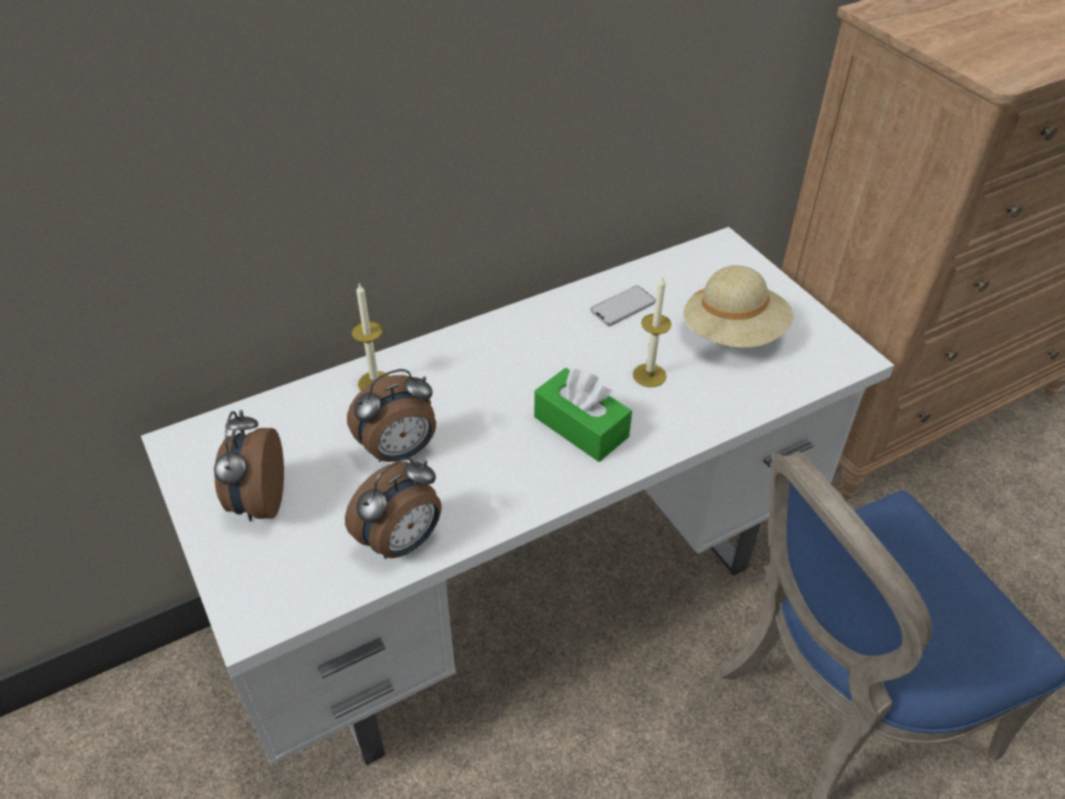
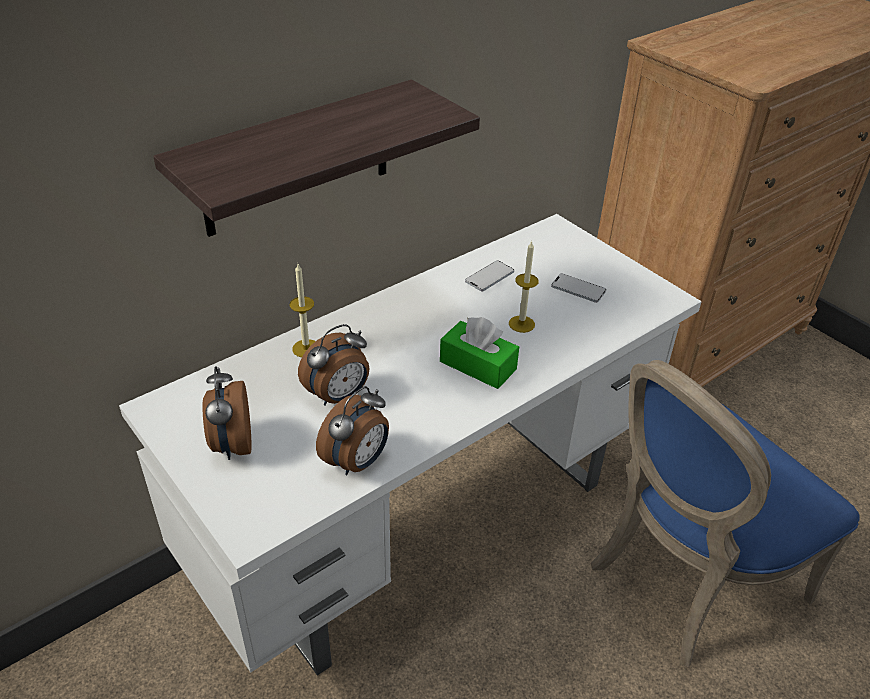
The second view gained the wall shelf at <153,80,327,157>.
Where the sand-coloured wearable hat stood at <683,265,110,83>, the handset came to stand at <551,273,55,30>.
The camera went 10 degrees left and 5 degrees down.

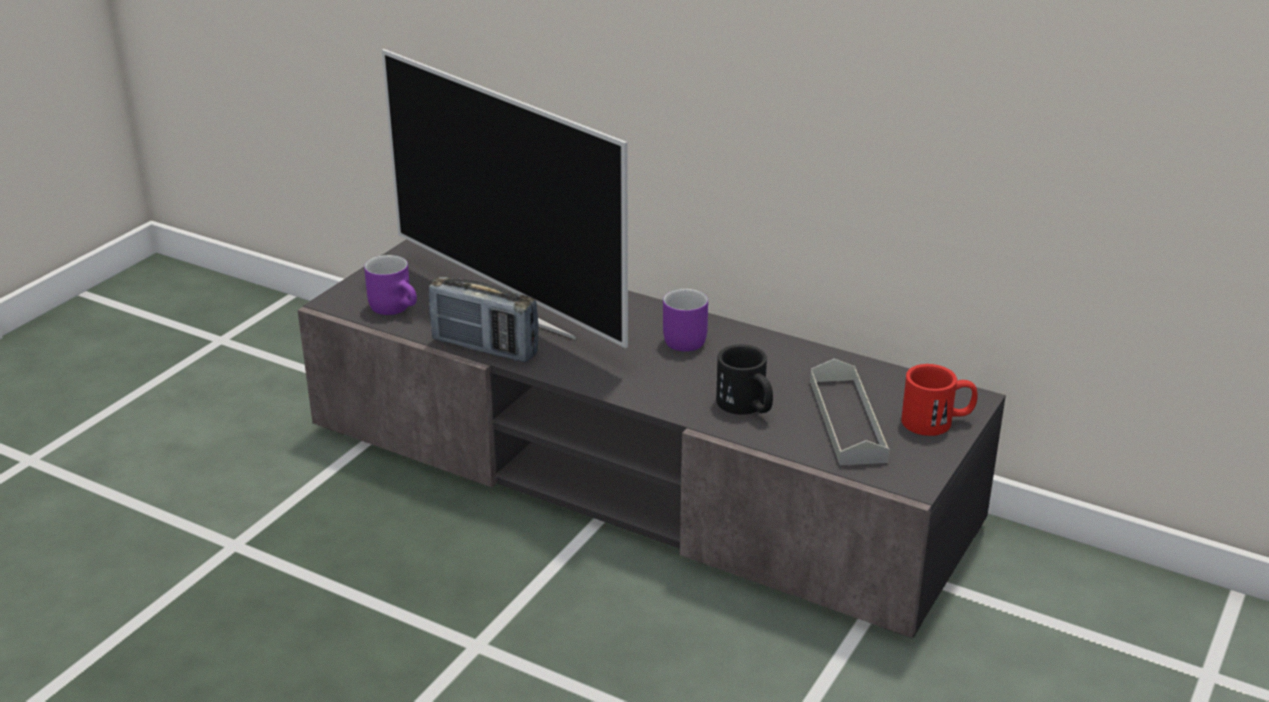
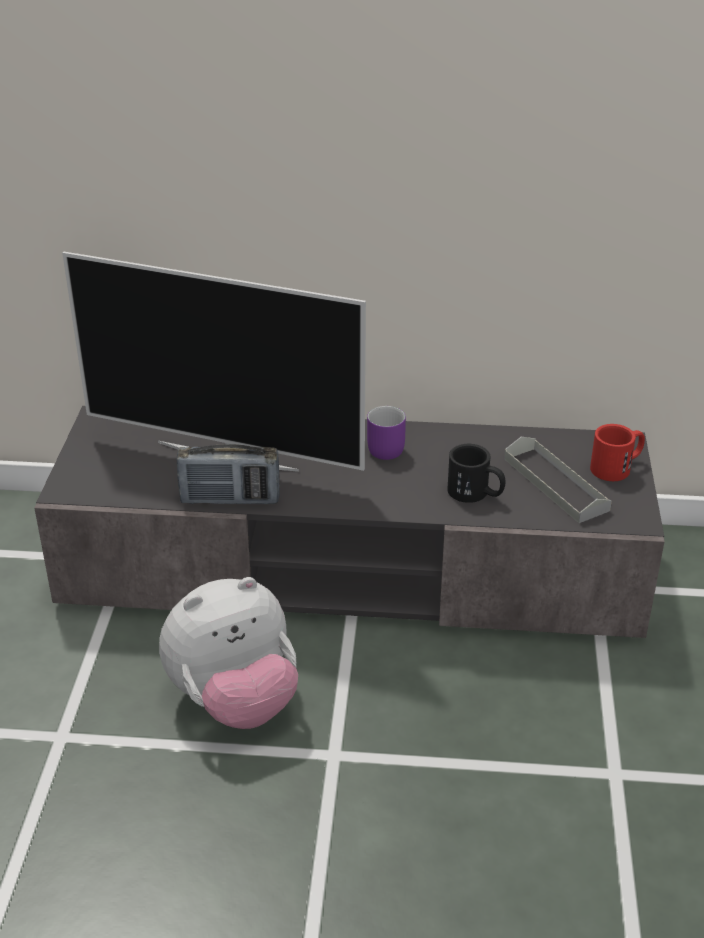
The second view lost the purple-coloured tea mug at <364,255,53,60>.
The second view gained the cuddly toy at <159,577,139,152>.
The camera went 25 degrees left and 5 degrees up.

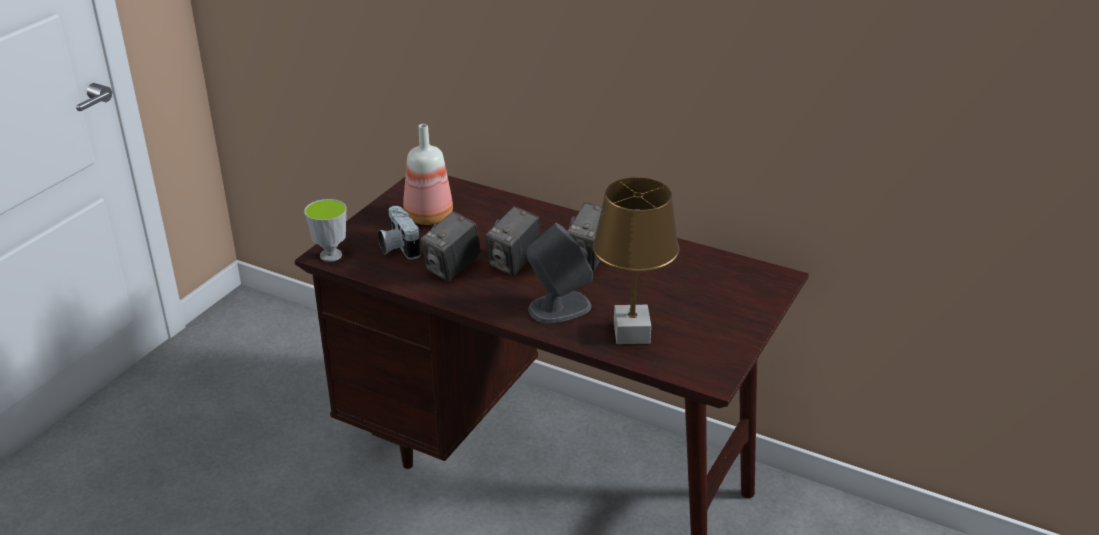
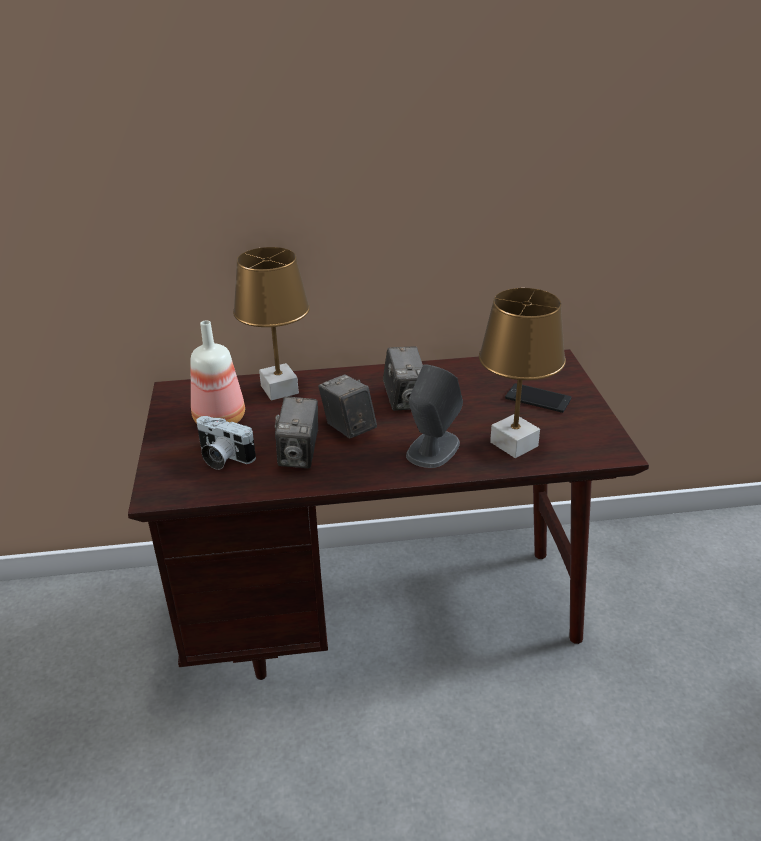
The second view lost the small cup at <304,199,42,63>.
The second view gained the brown-coloured lamp for a table at <233,247,77,154>.
The second view gained the handset at <505,383,66,30>.
The photo camera at <486,206,55,70> ended up facing another way, 150 degrees clockwise from before.
The camera went 35 degrees left and 0 degrees up.

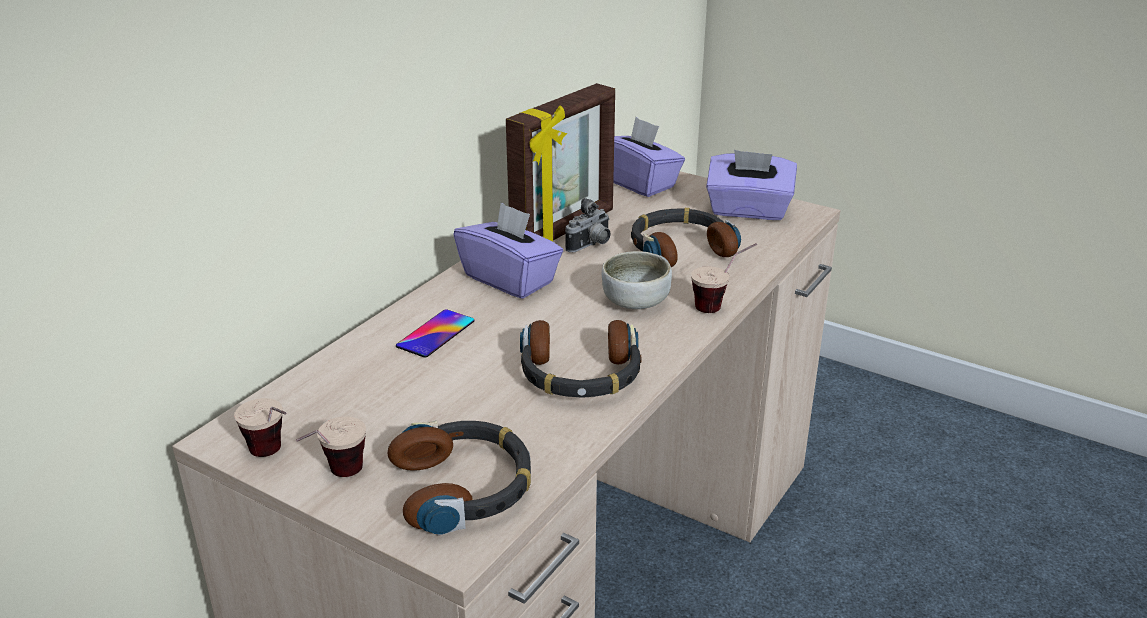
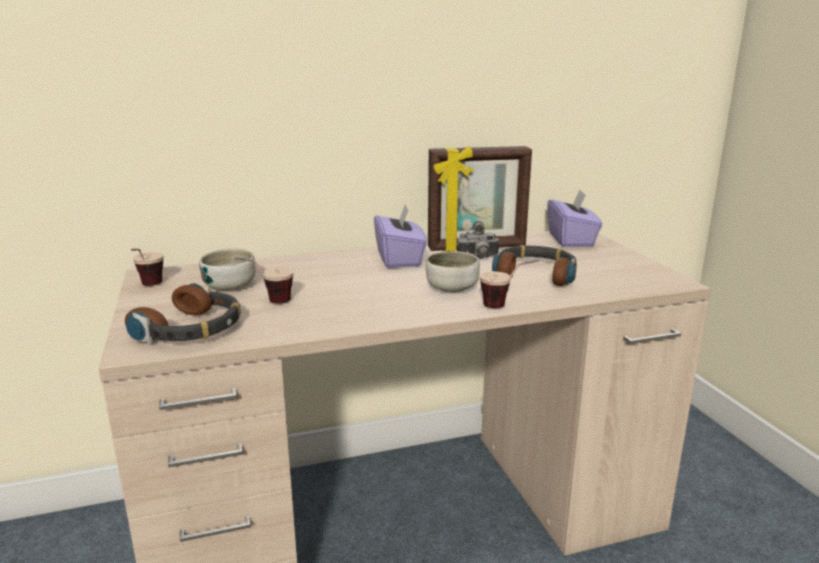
The second view lost the handset at <396,309,79,49>.
The second view lost the headset at <520,320,121,78>.
The second view lost the purple-coloured box of tissues at <706,150,91,70>.
The second view gained the deep dish at <199,248,57,43>.
The small cup ended up elsewhere, having gone from <296,417,70,60> to <234,257,60,47>.
The camera went 40 degrees right and 10 degrees down.

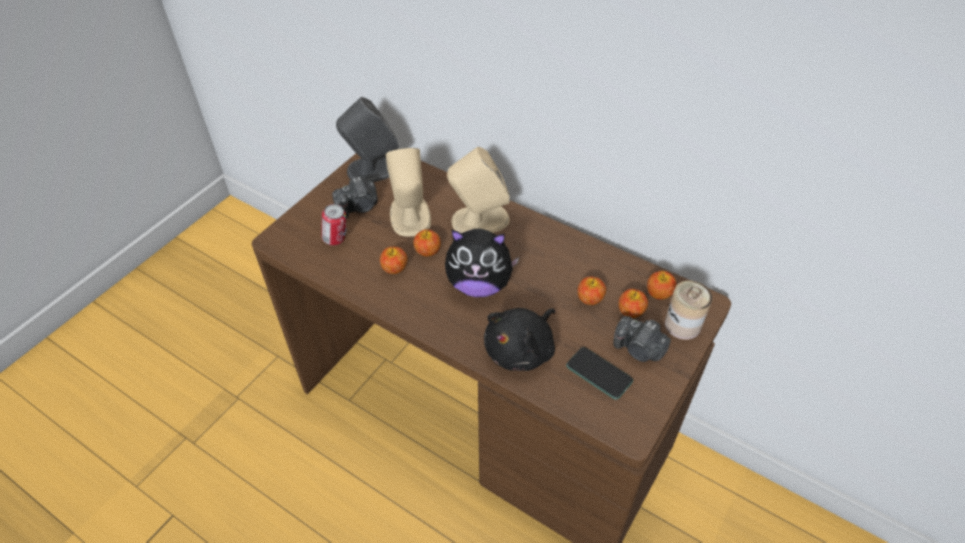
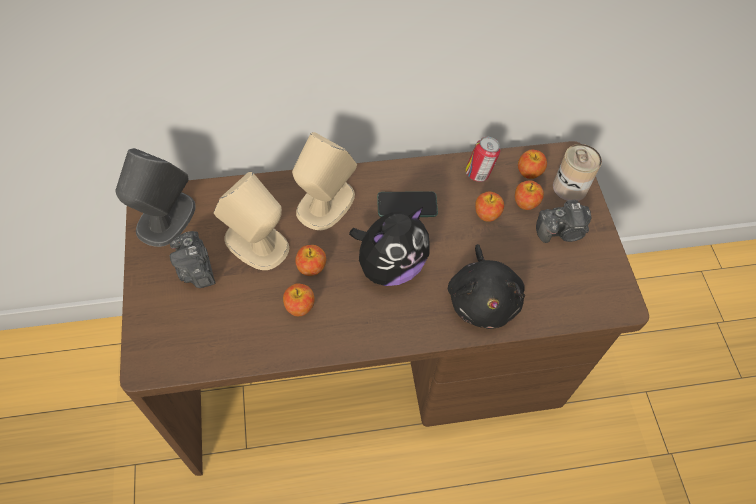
The can ended up elsewhere, having gone from <321,204,26,41> to <465,137,36,45>.
The handset ended up elsewhere, having gone from <566,347,67,53> to <377,191,61,26>.
The photo camera at <332,177,46,41> ended up facing another way, 135 degrees clockwise from before.
The camera went 45 degrees left and 10 degrees up.

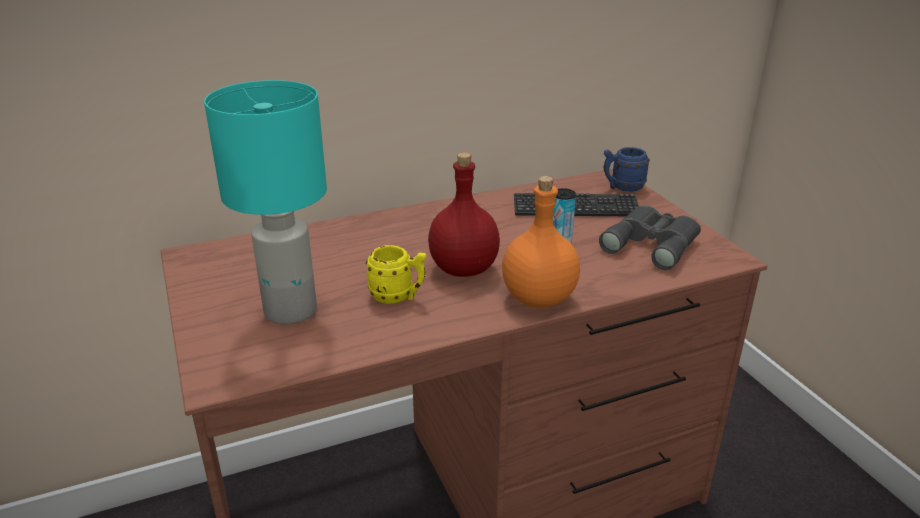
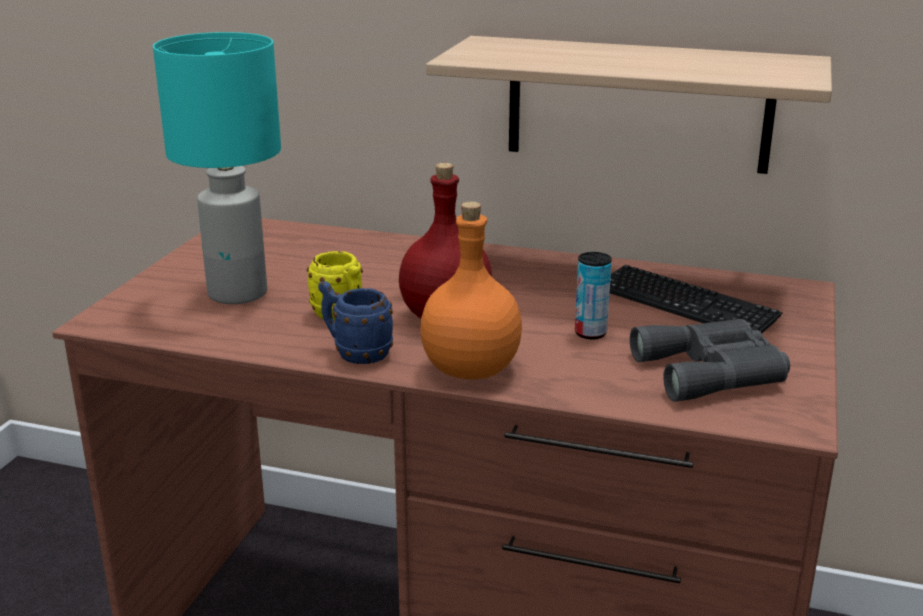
The second view gained the wall shelf at <426,36,406,138>.
The blue-coloured tea mug ended up elsewhere, having gone from <604,147,46,45> to <318,281,75,83>.
The camera went 40 degrees right and 5 degrees down.

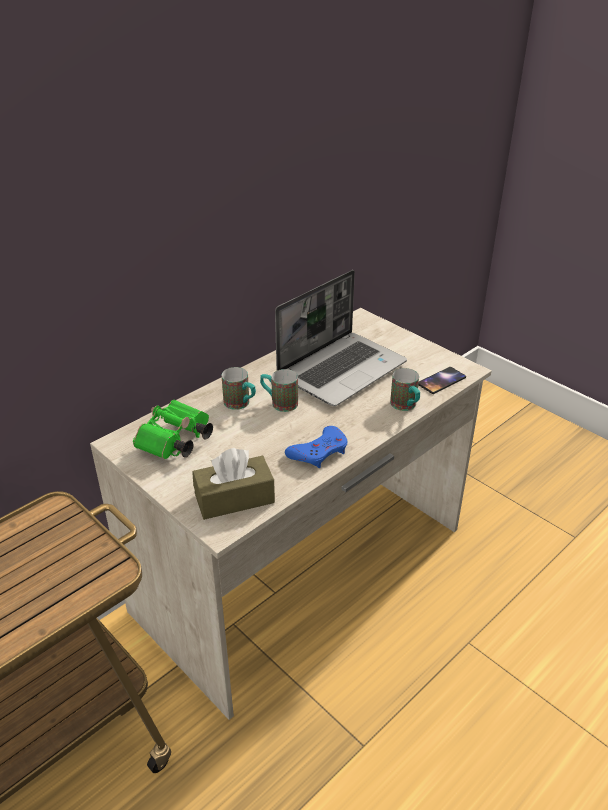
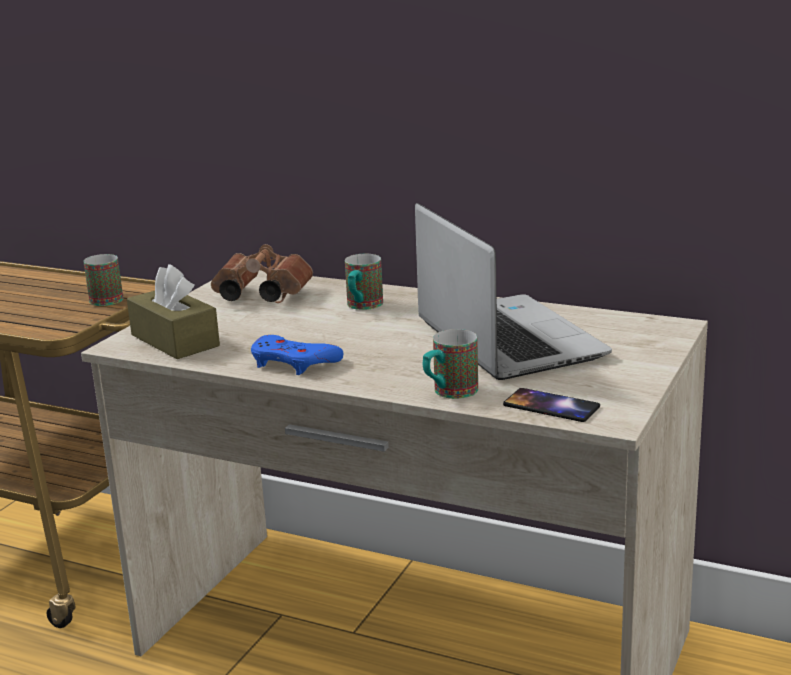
The tea mug ended up elsewhere, having gone from <260,369,38,43> to <84,254,39,52>.
What was the green binoculars at <133,400,80,59> turned into the brown-coloured binoculars at <211,244,102,59>.
The notebook computer at <275,270,132,136> ended up facing another way, 135 degrees counterclockwise from before.
The camera went 70 degrees right and 15 degrees down.

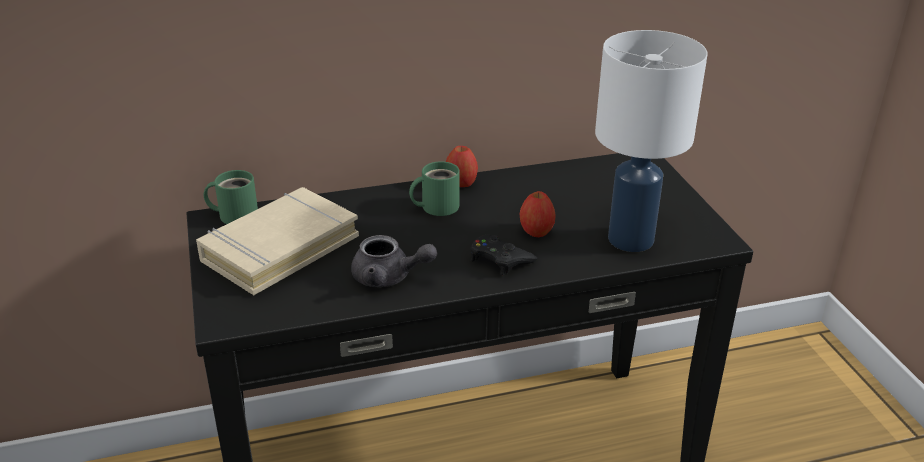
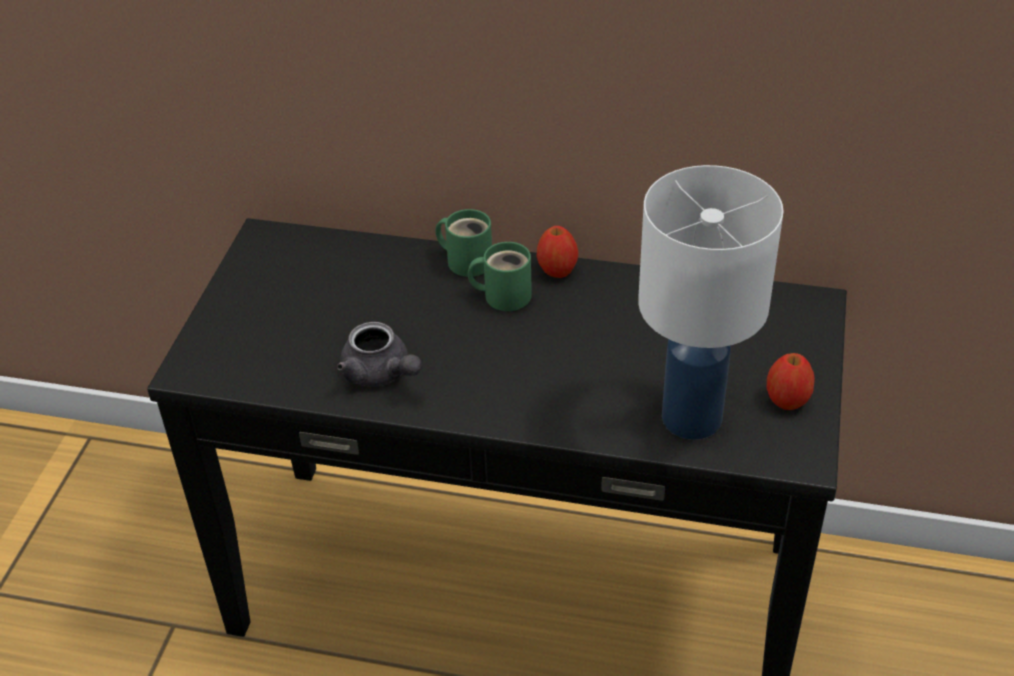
The second view lost the sand-coloured volume at <196,187,163,108>.
The second view lost the black gamepad at <470,235,67,40>.
The green tea mug ended up elsewhere, having gone from <204,170,54,54> to <435,209,57,68>.
The apple ended up elsewhere, having gone from <520,191,36,46> to <767,353,48,57>.
The camera went 30 degrees right and 10 degrees up.

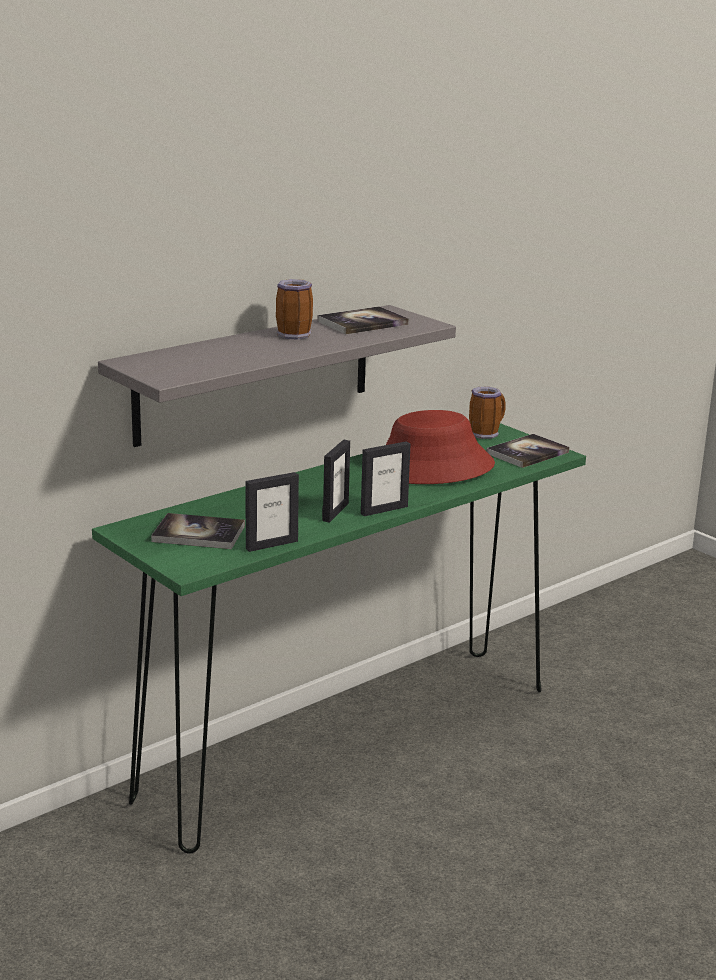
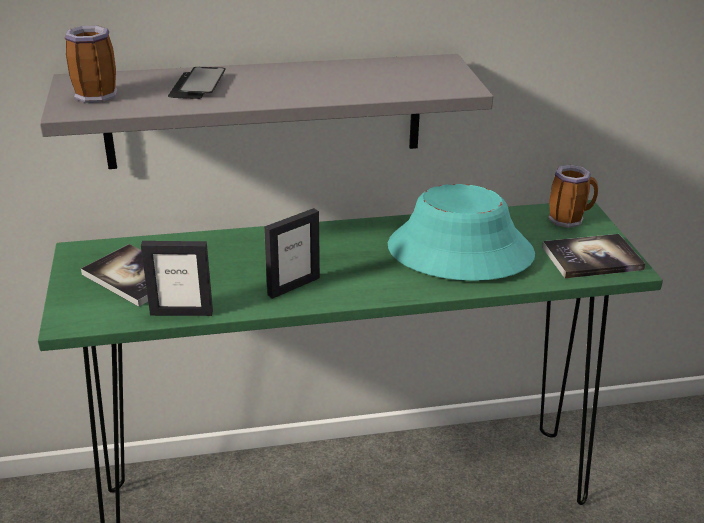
The second view lost the volume at <317,306,92,28>.
The second view lost the picture frame at <361,441,50,75>.
The second view gained the handset at <168,67,58,32>.
The tea mug ended up elsewhere, having gone from <276,279,37,61> to <65,25,52,78>.
What was the red wearable hat at <386,410,109,74> turned into the blue-green wearable hat at <388,184,147,97>.
The camera went 30 degrees right and 10 degrees up.

